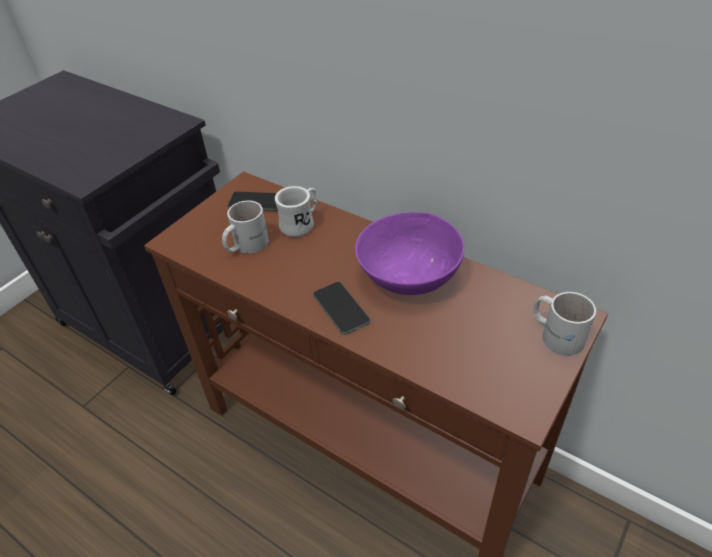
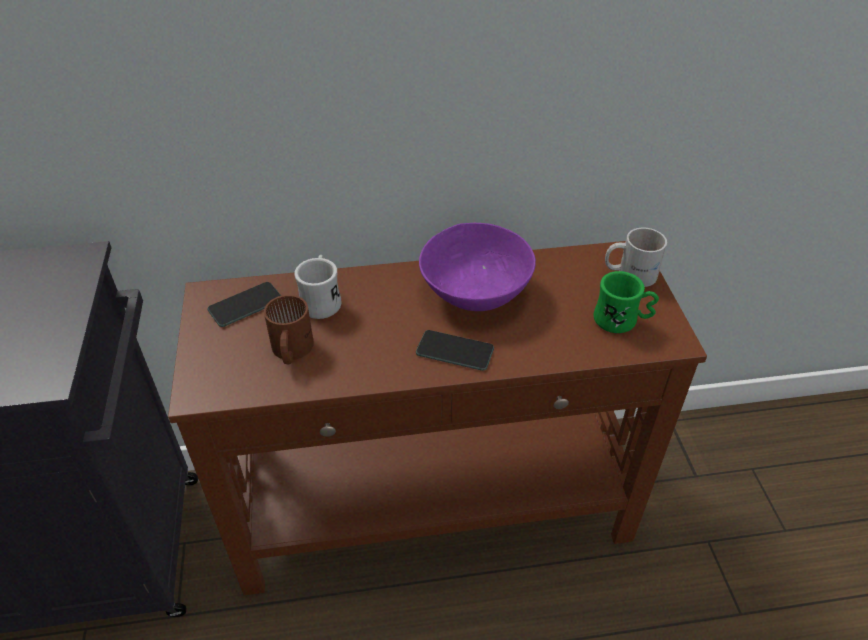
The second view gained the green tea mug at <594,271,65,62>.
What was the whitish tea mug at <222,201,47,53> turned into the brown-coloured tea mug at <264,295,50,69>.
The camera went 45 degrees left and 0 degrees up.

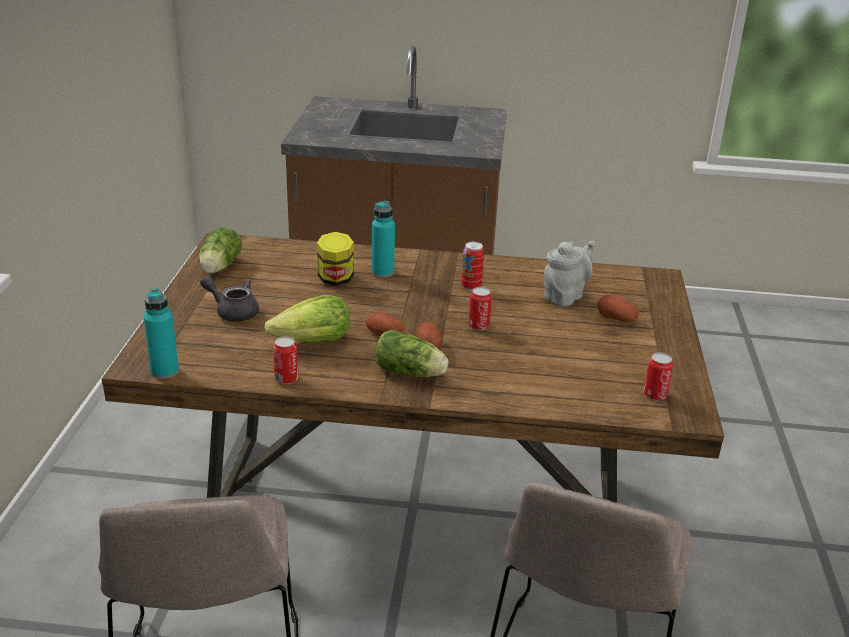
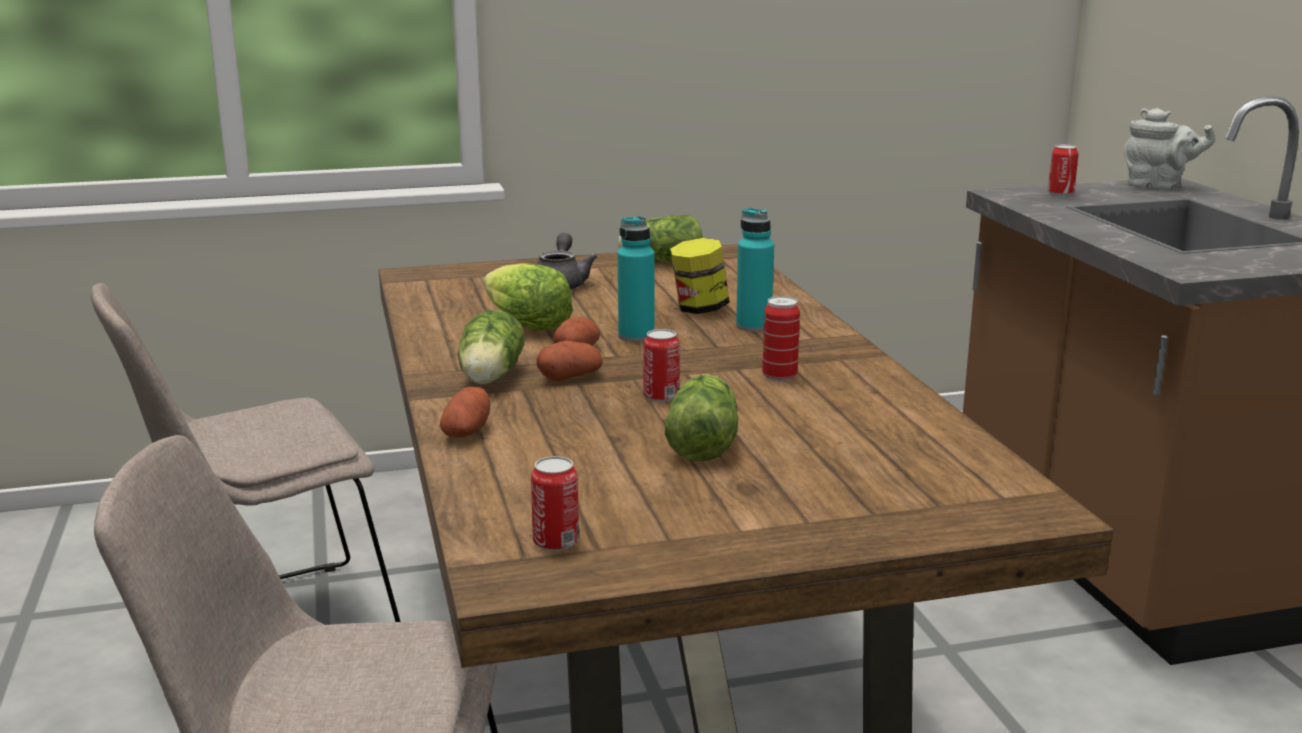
The second view gained the lettuce head at <665,374,73,87>.
The blue-green beverage bottle ended up elsewhere, having gone from <143,288,36,91> to <618,216,37,126>.
The can ended up elsewhere, having gone from <273,336,25,48> to <1048,144,31,52>.
The greyish tea pot ended up elsewhere, having gone from <544,241,51,66> to <1124,108,91,81>.
The potato ended up elsewhere, having gone from <597,295,42,27> to <440,387,50,51>.
The camera went 70 degrees right and 10 degrees down.

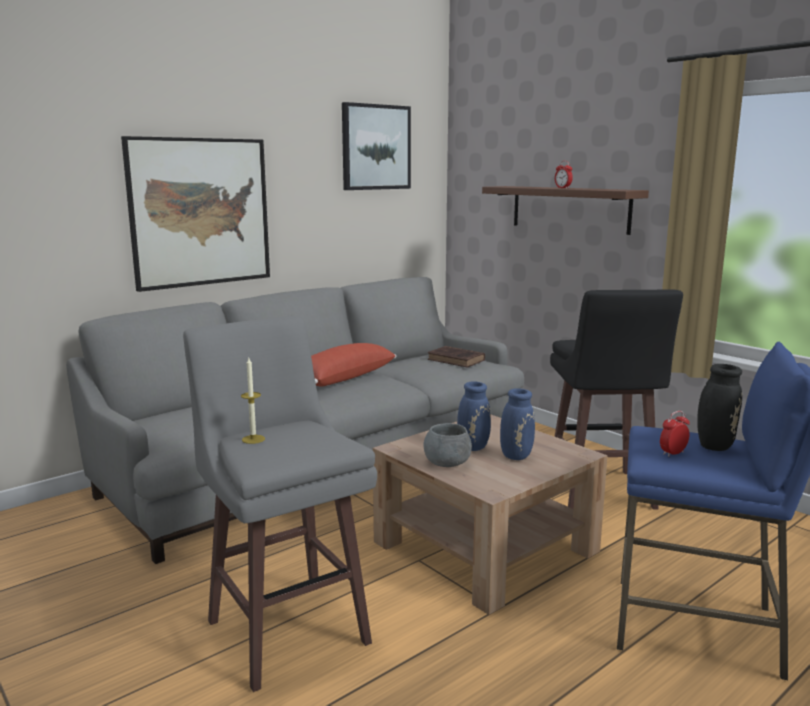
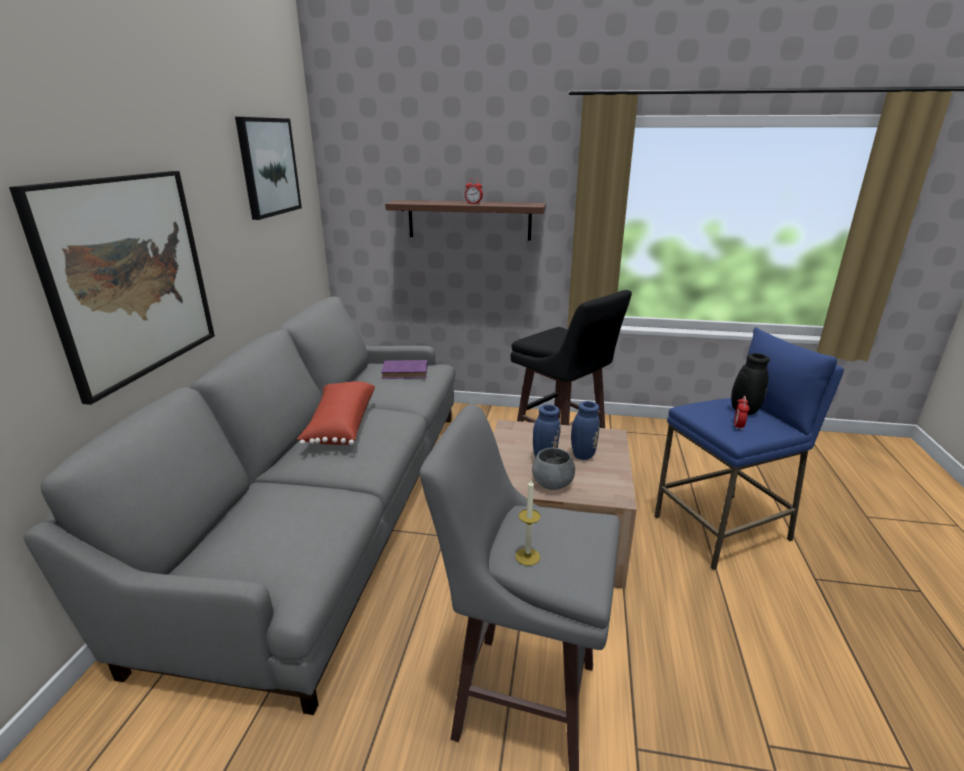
What was the brown-coloured volume at <428,346,57,21> turned into the purple-coloured volume at <381,360,47,19>.
The camera went 40 degrees left and 10 degrees up.

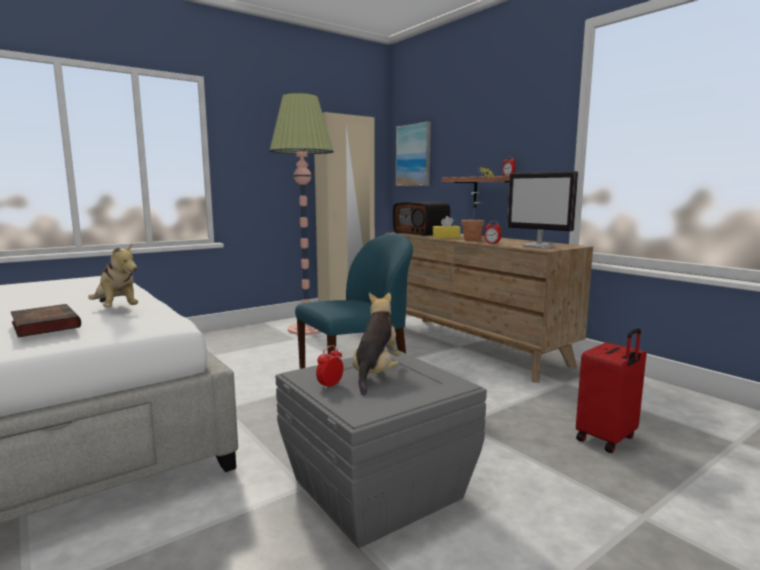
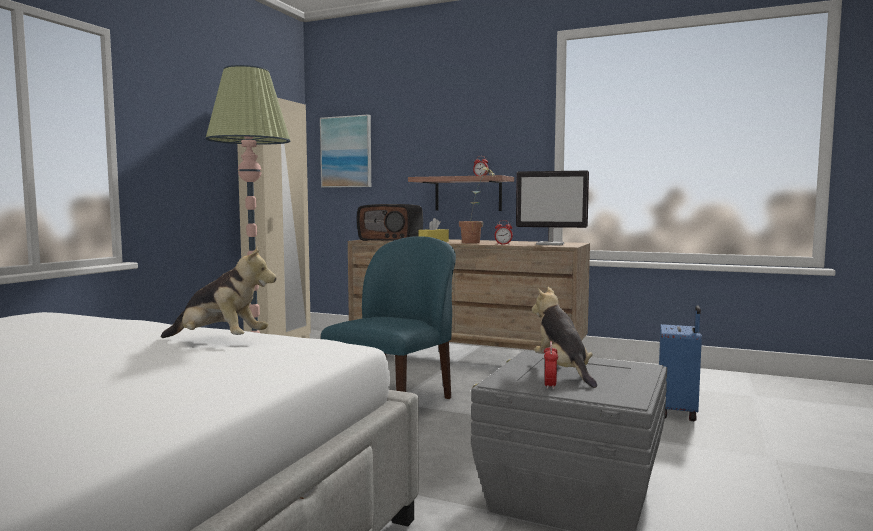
The second view lost the volume at <10,304,71,34>.
What was the red piece of luggage at <576,328,70,125> turned into the blue-coloured piece of luggage at <659,305,43,116>.
The camera went 30 degrees left and 5 degrees down.

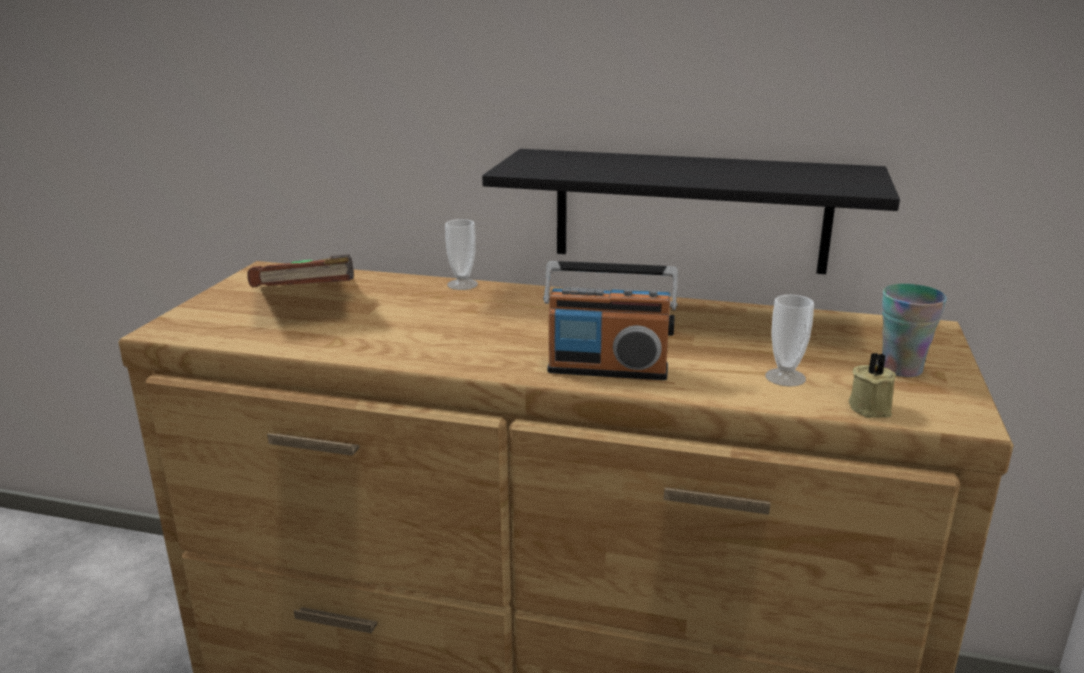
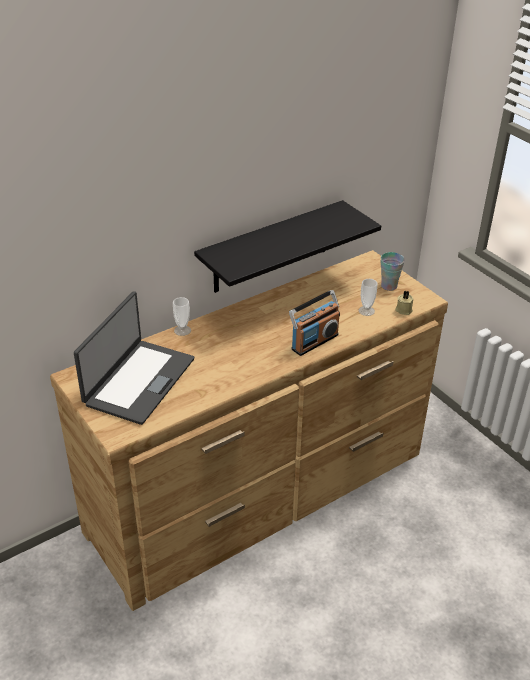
Where the brown-coloured volume stood at <247,254,107,34>, the notebook computer came to stand at <74,291,120,134>.
The camera went 50 degrees left and 15 degrees up.

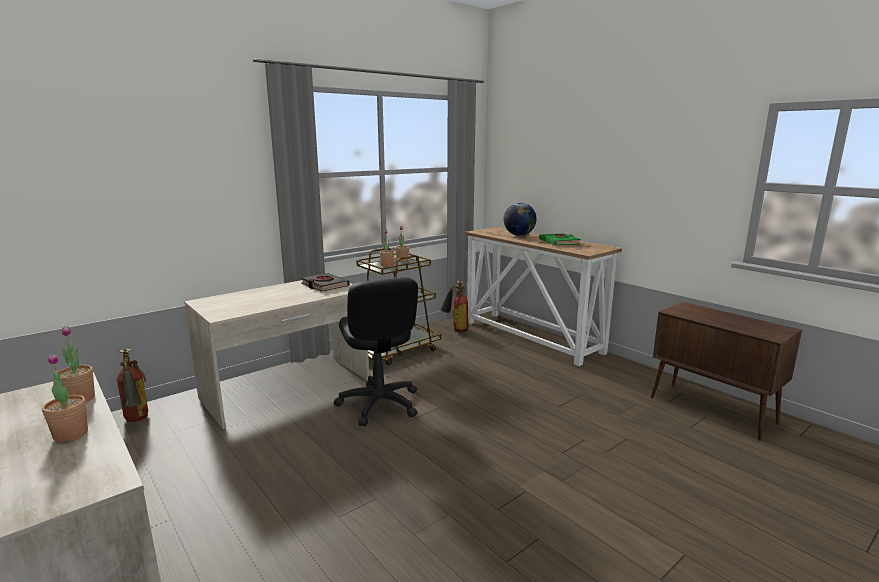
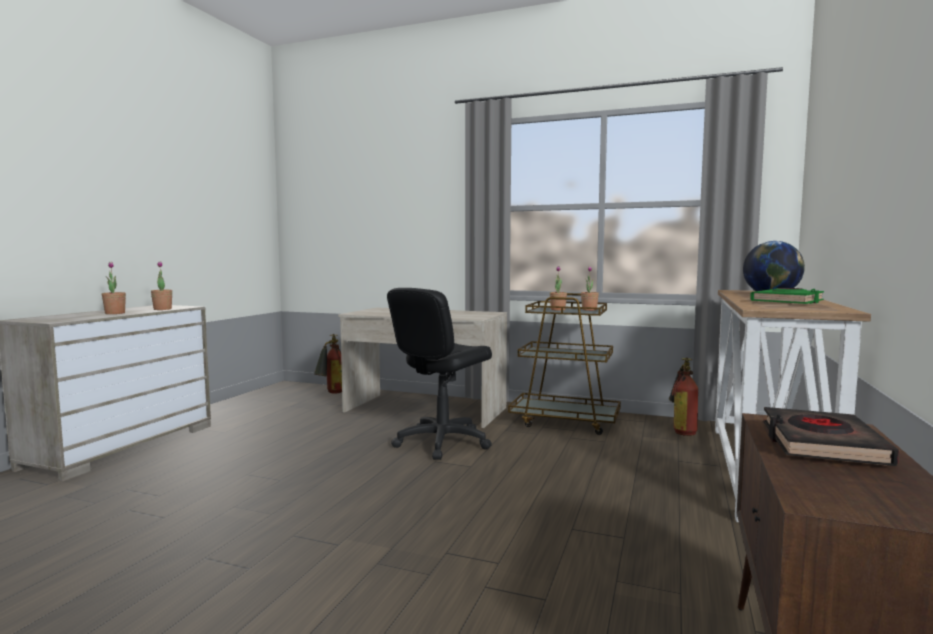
The black volume ended up elsewhere, having gone from <301,273,48,19> to <763,407,136,59>.
The camera went 60 degrees right and 10 degrees down.

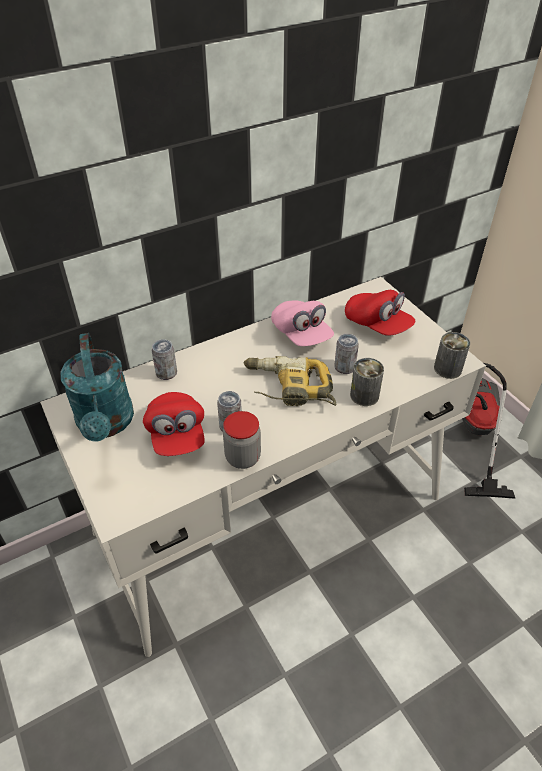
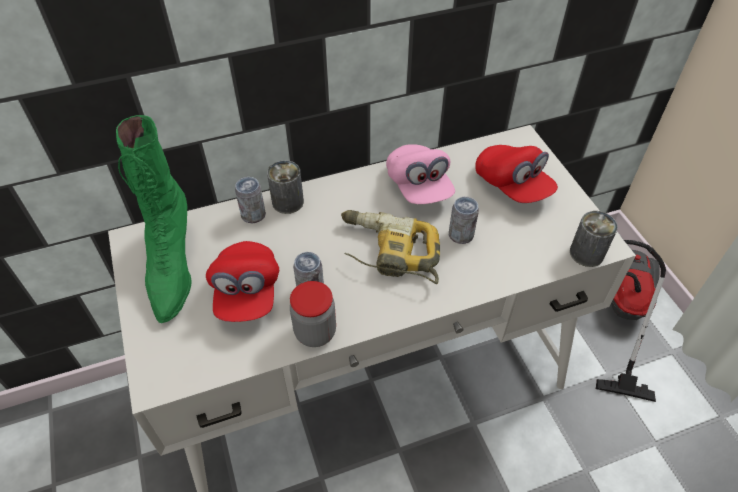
The can ended up elsewhere, having gone from <350,358,34,48> to <267,160,37,54>.
Where the blue-green watering can stood at <60,333,74,108>, the green boot came to stand at <116,115,75,208>.
The camera went 10 degrees right and 5 degrees up.

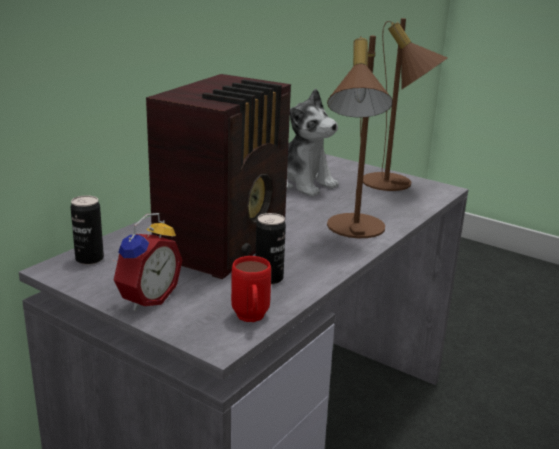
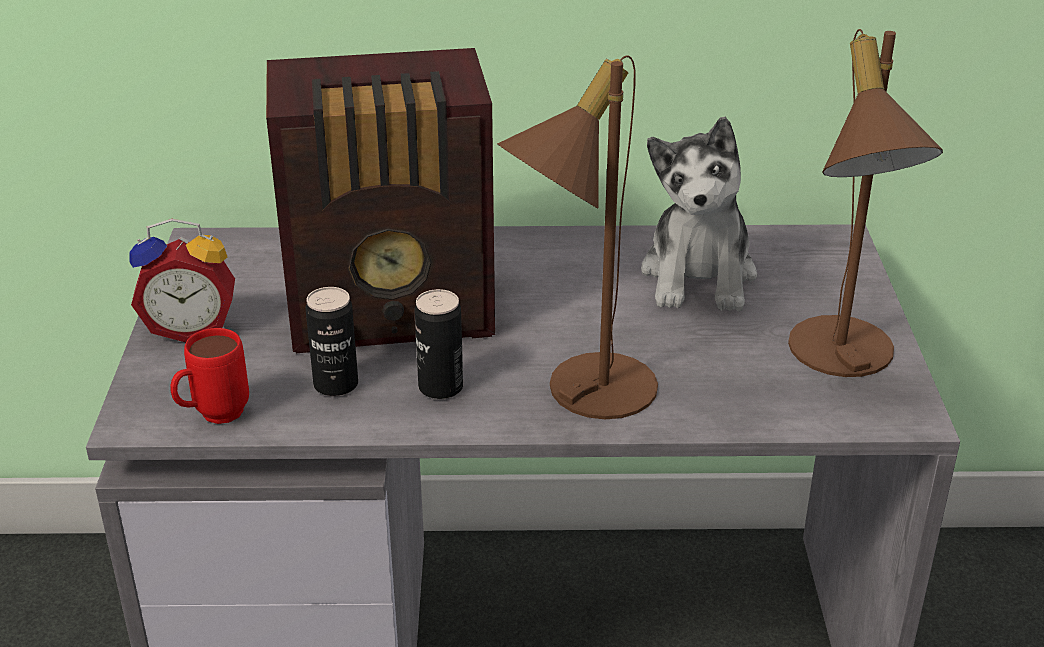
The can ended up elsewhere, having gone from <71,195,33,70> to <414,289,49,110>.
The camera went 55 degrees right and 10 degrees up.

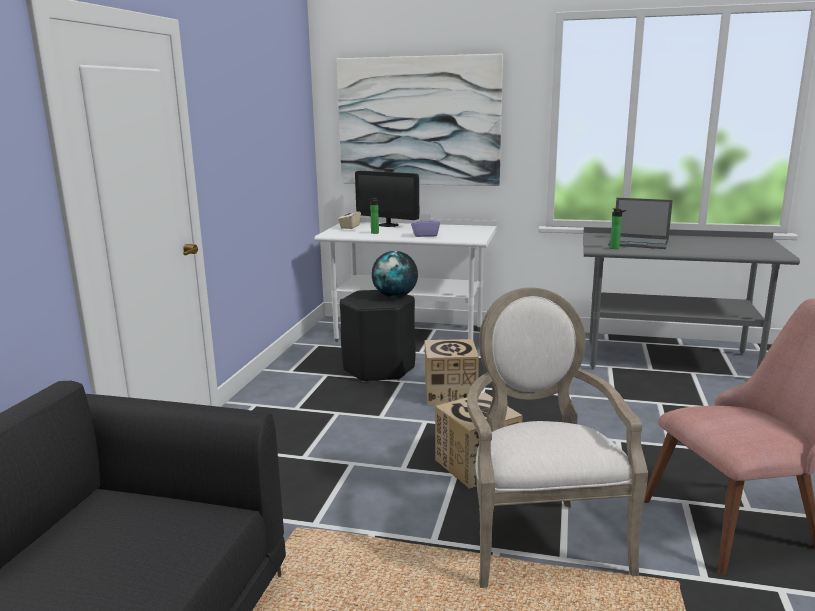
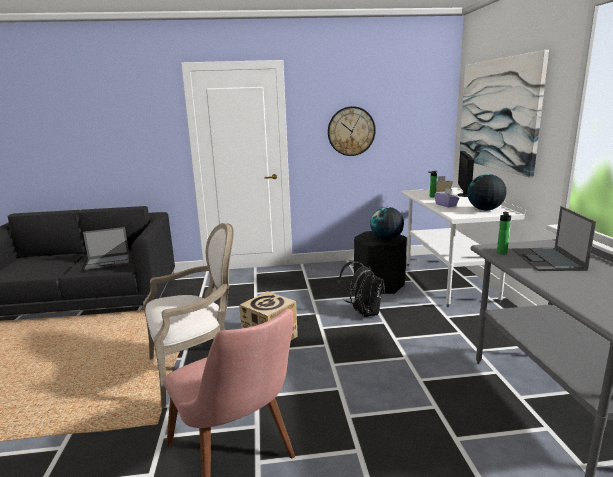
The second view gained the notebook computer at <83,227,46,43>.
The second view gained the wall clock at <328,106,48,50>.
The second view gained the world globe at <467,174,40,36>.
Where the carton stood at <425,339,54,66>, the black knapsack came to stand at <338,261,47,56>.
The camera went 70 degrees right and 0 degrees up.

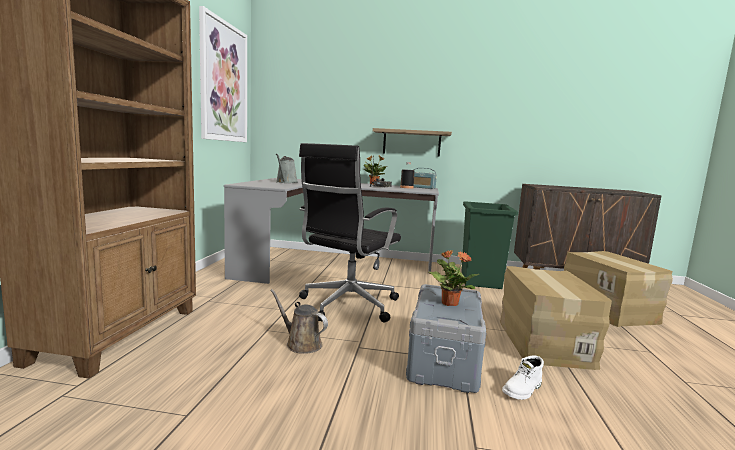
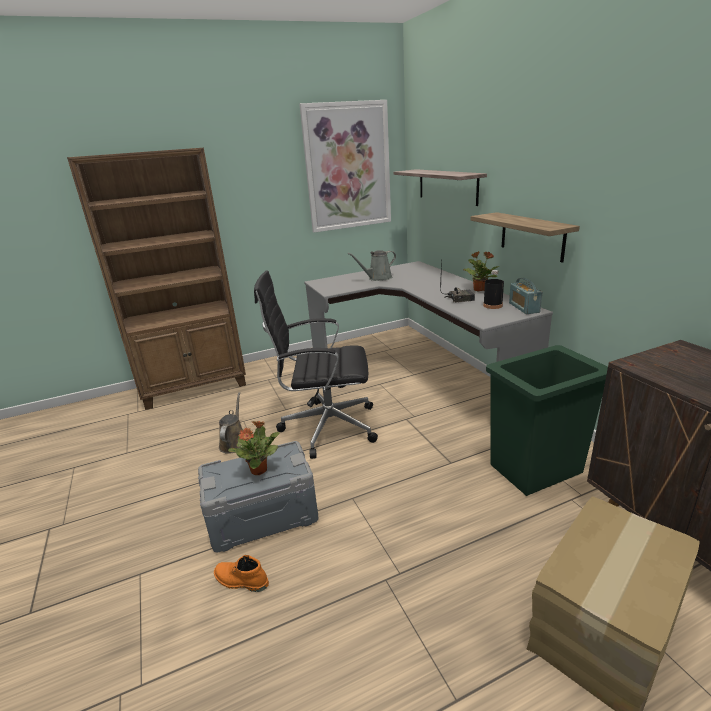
The second view lost the carton at <500,266,112,104>.
The second view gained the wall shelf at <394,169,93,37>.
What was the whitish boot at <502,355,42,45> turned into the orange boot at <214,555,55,37>.
The camera went 60 degrees right and 15 degrees up.

